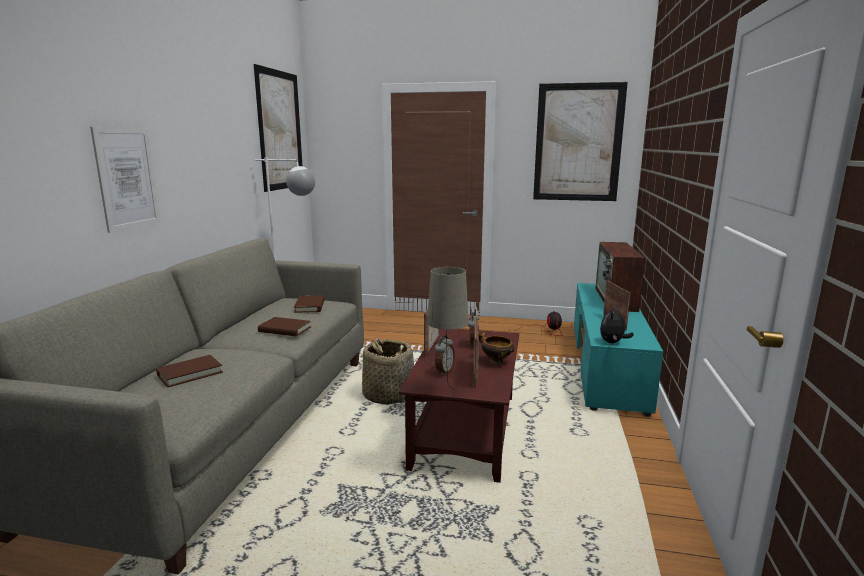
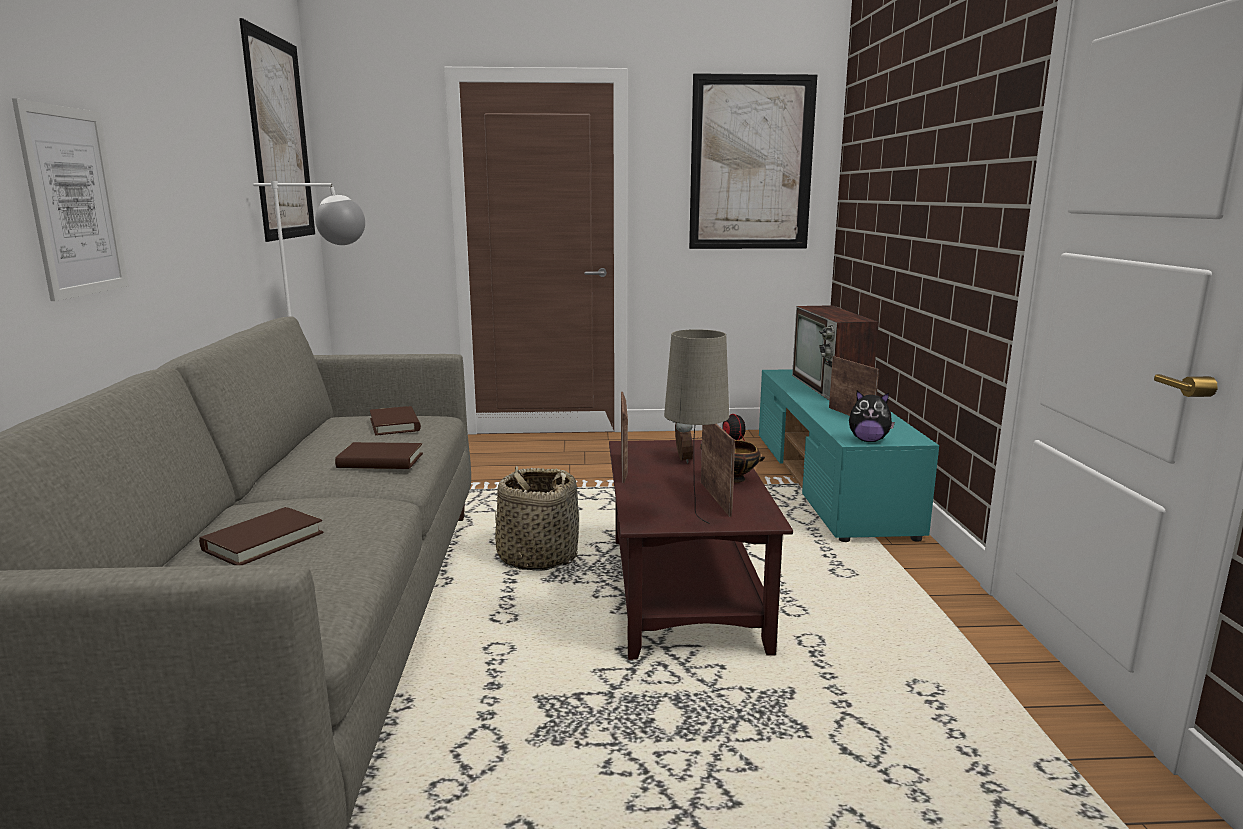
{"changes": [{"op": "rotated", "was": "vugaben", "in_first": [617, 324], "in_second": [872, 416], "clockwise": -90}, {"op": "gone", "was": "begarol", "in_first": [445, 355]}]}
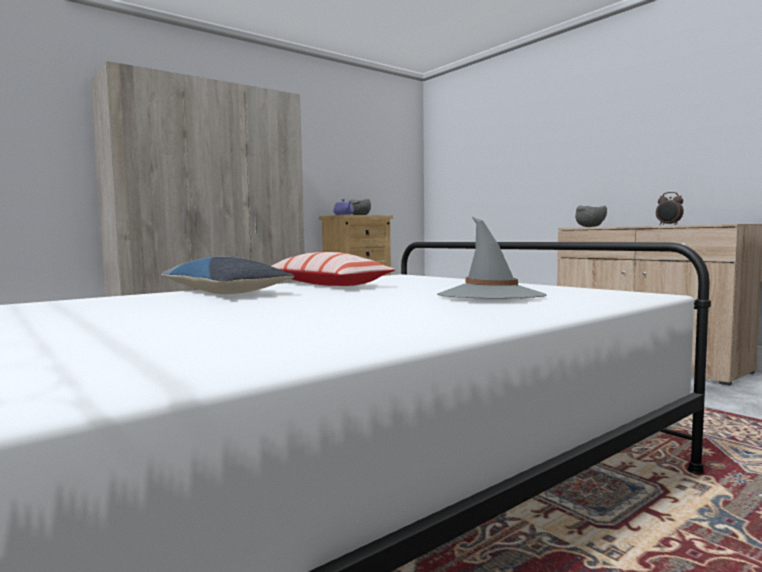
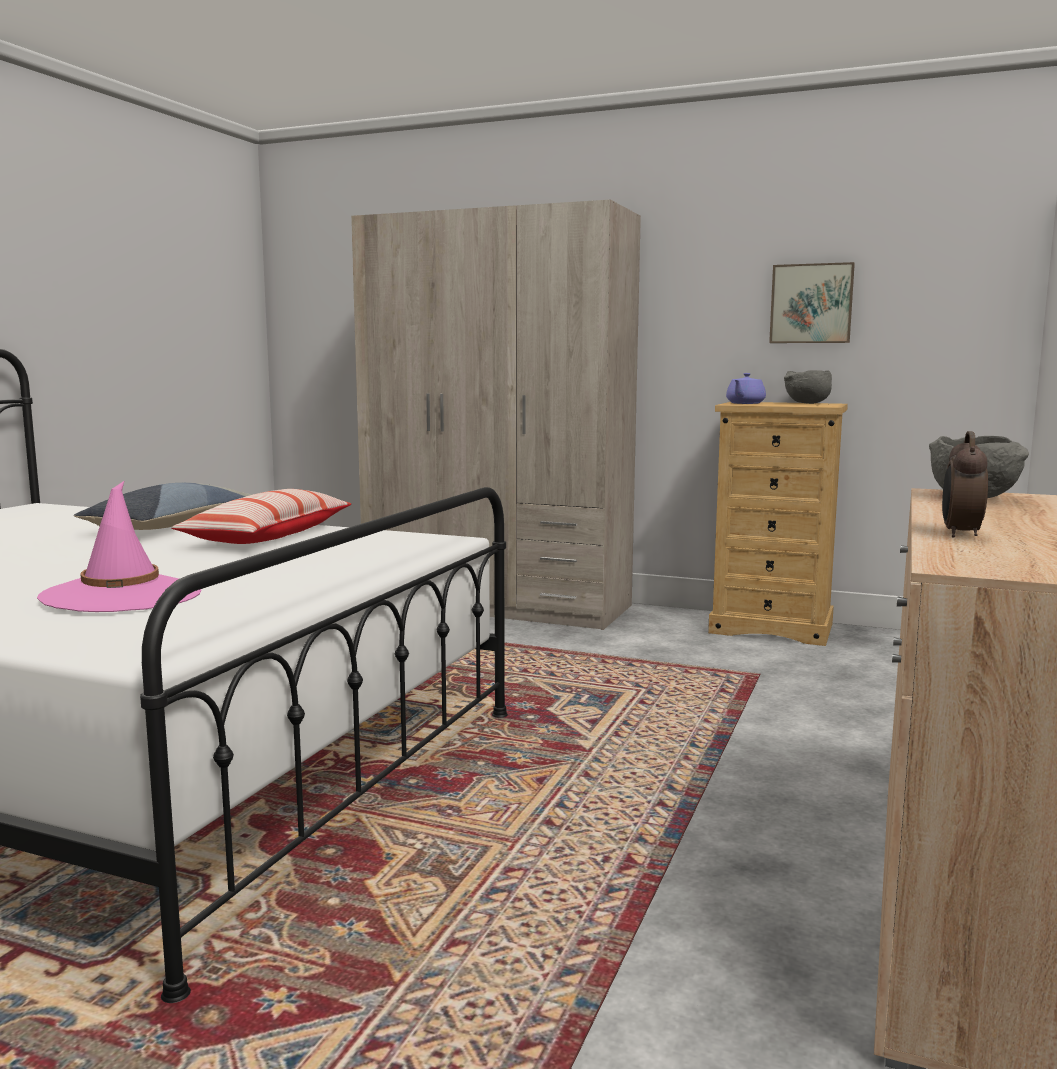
{"changes": [{"op": "repainted", "was": "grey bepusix", "now": "pink bepusix", "in_first": [492, 258], "in_second": [119, 546]}, {"op": "new", "now": "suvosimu", "in_second": [812, 302]}]}
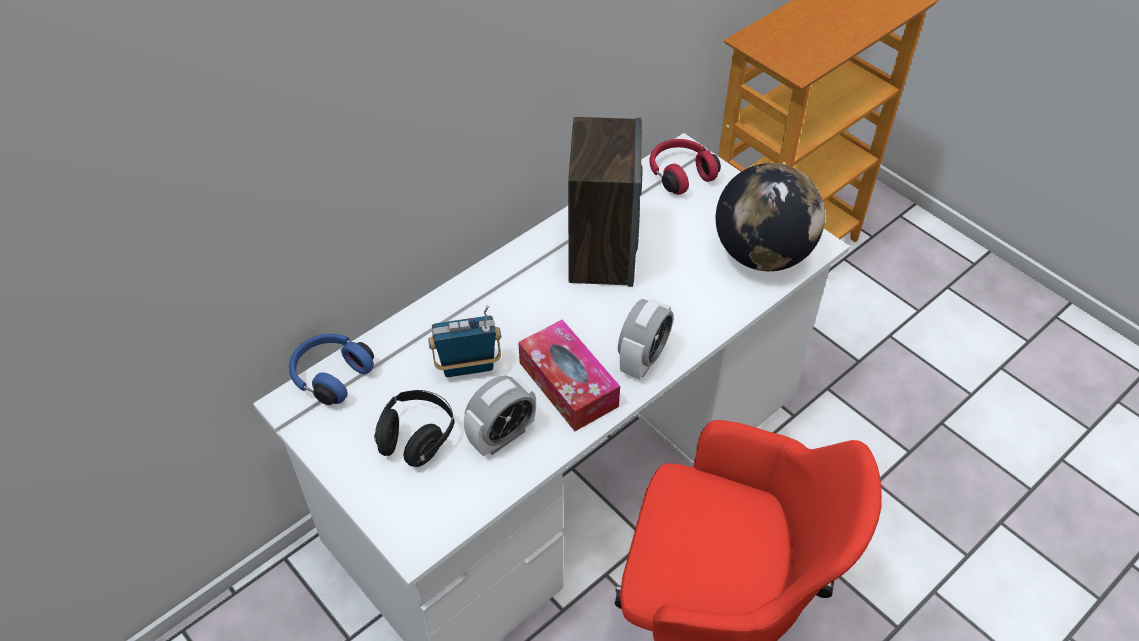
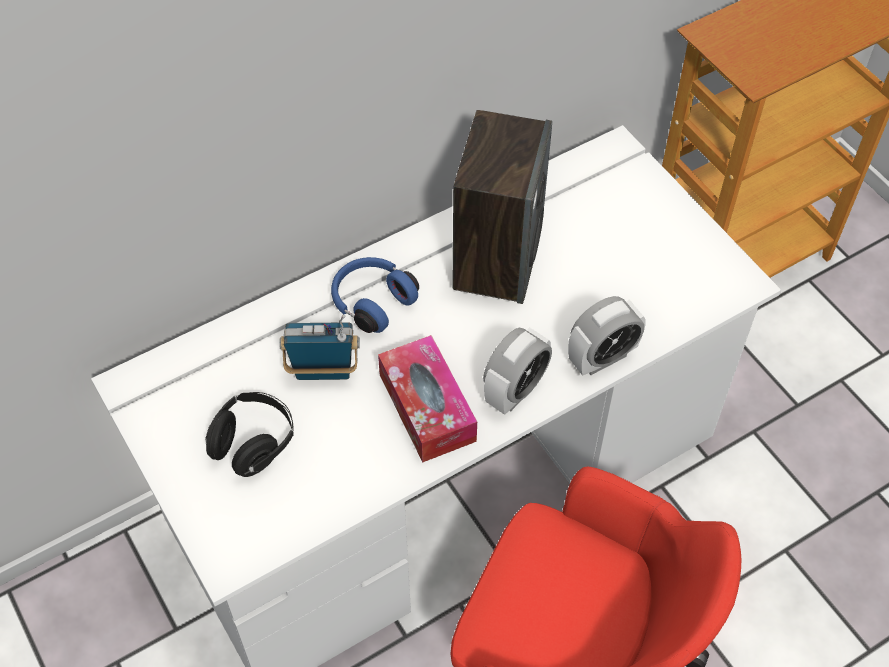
{"changes": [{"op": "gone", "was": "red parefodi", "in_first": [685, 167]}, {"op": "gone", "was": "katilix", "in_first": [770, 217]}, {"op": "shifted", "was": "blue parefodi", "in_first": [331, 369], "in_second": [375, 295]}, {"op": "shifted", "was": "begarol", "in_first": [500, 416], "in_second": [607, 336]}]}
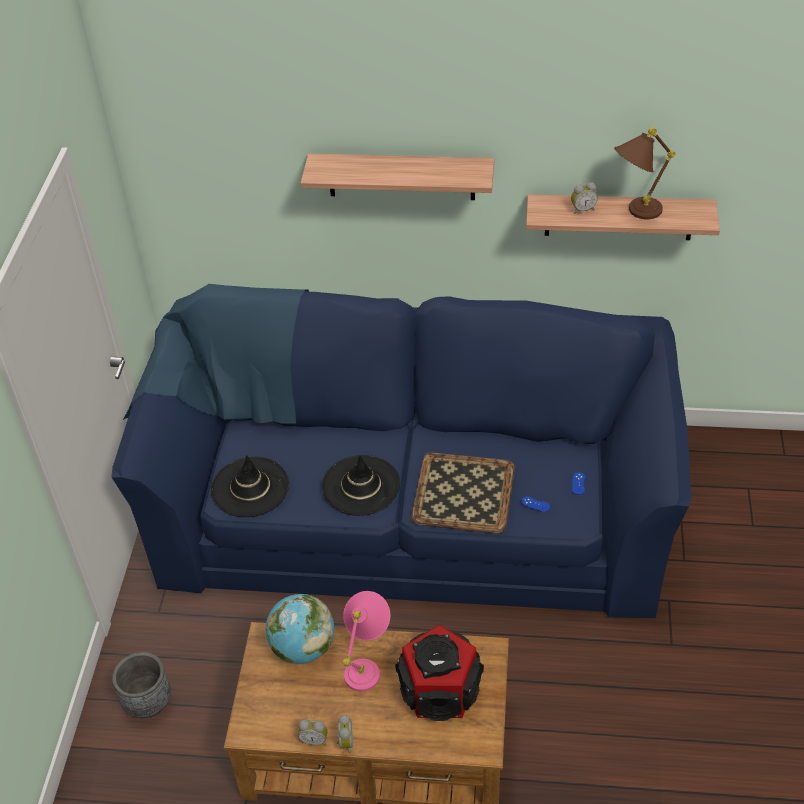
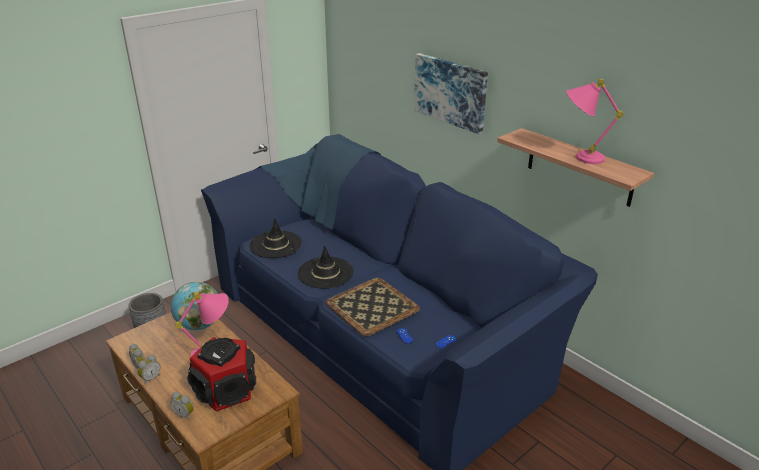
{"changes": [{"op": "repainted", "was": "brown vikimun", "now": "pink vikimun", "in_first": [644, 173], "in_second": [594, 121]}, {"op": "swapped", "was": "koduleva", "now": "suvosimu", "in_first": [397, 177], "in_second": [451, 93]}, {"op": "shifted", "was": "begarol", "in_first": [584, 198], "in_second": [182, 406]}]}
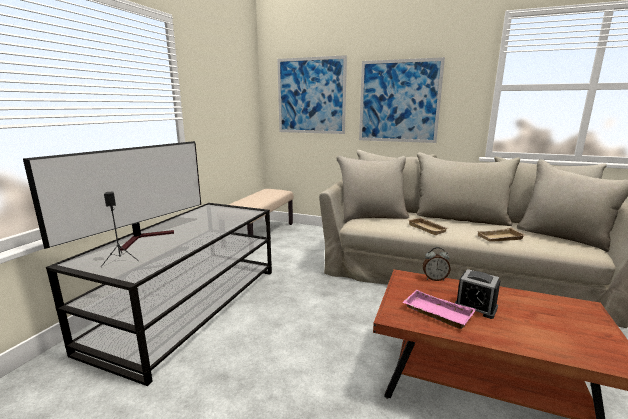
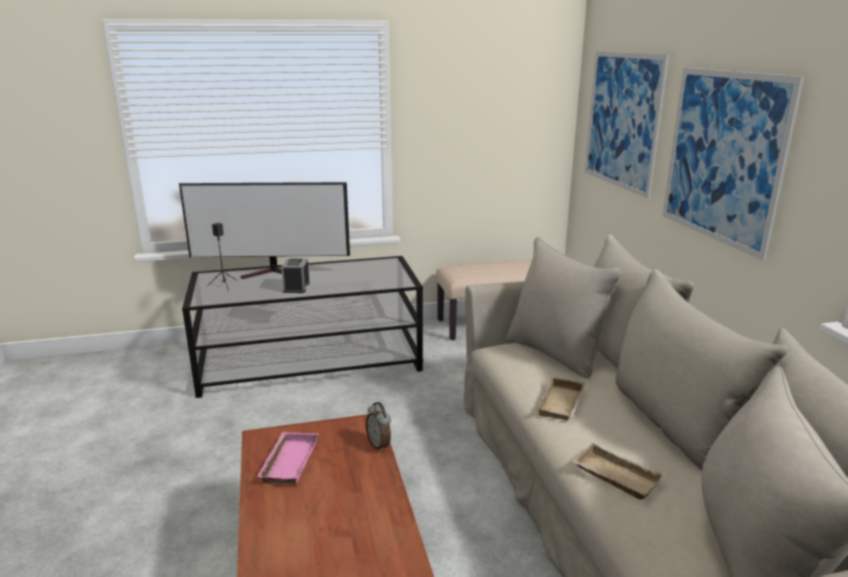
{"changes": [{"op": "shifted", "was": "begarol", "in_first": [478, 294], "in_second": [295, 275]}]}
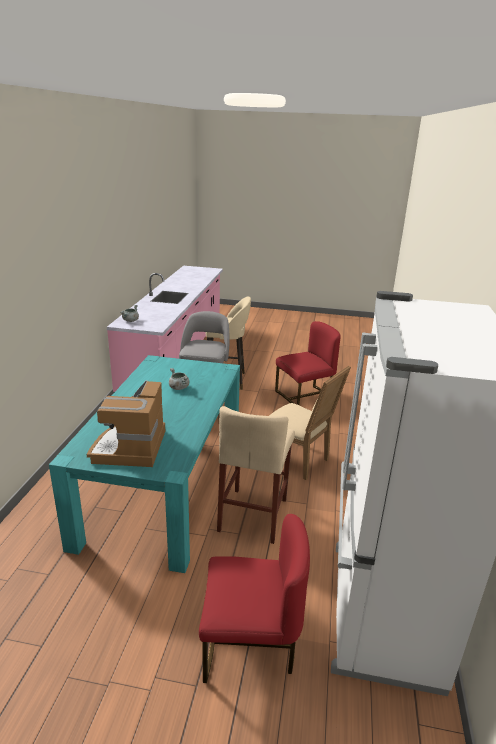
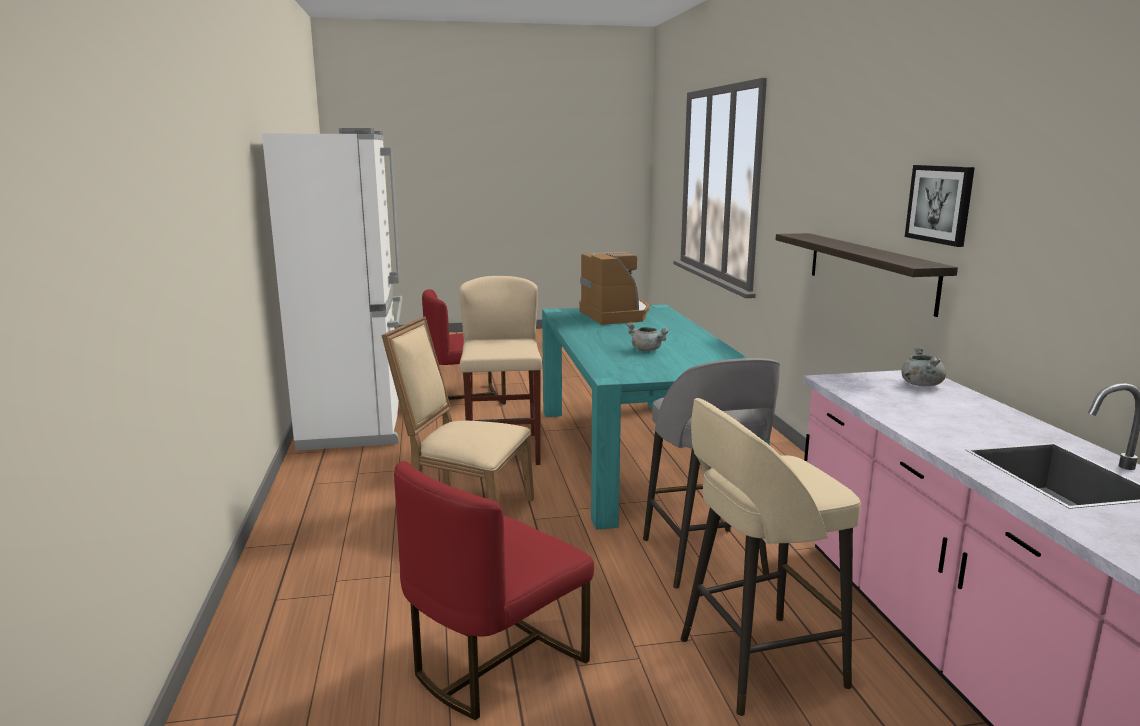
{"changes": [{"op": "new", "now": "suvosimu", "in_second": [940, 206]}, {"op": "new", "now": "koduleva", "in_second": [867, 275]}]}
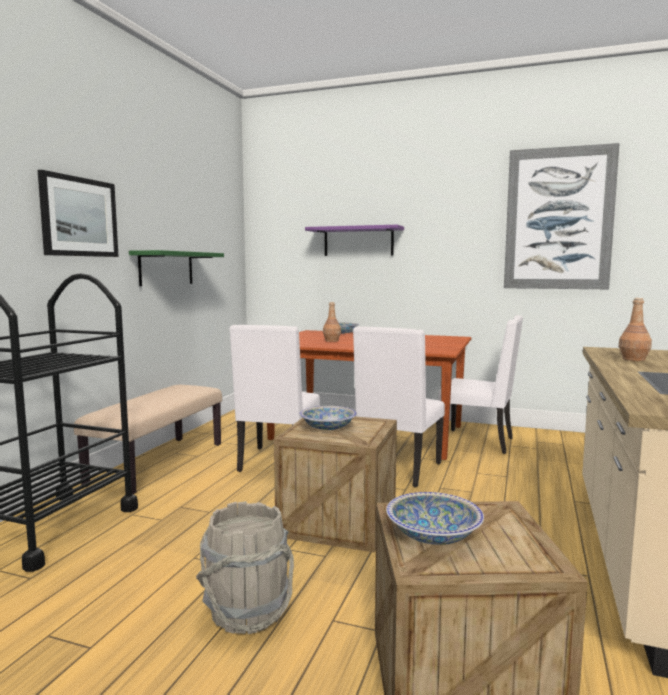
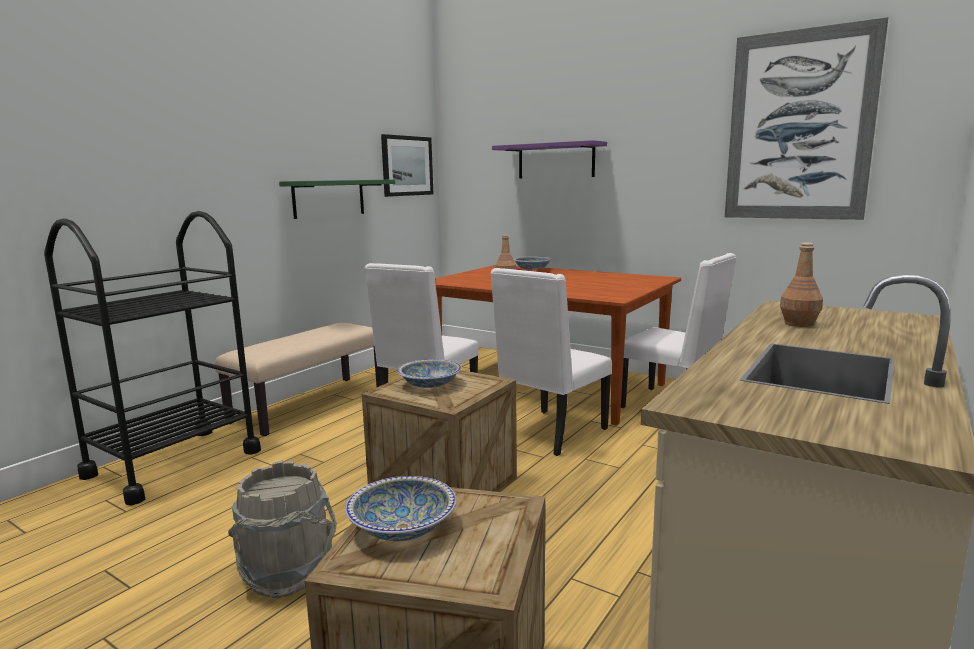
{"changes": [{"op": "shifted", "was": "suvosimu", "in_first": [78, 213], "in_second": [407, 165]}]}
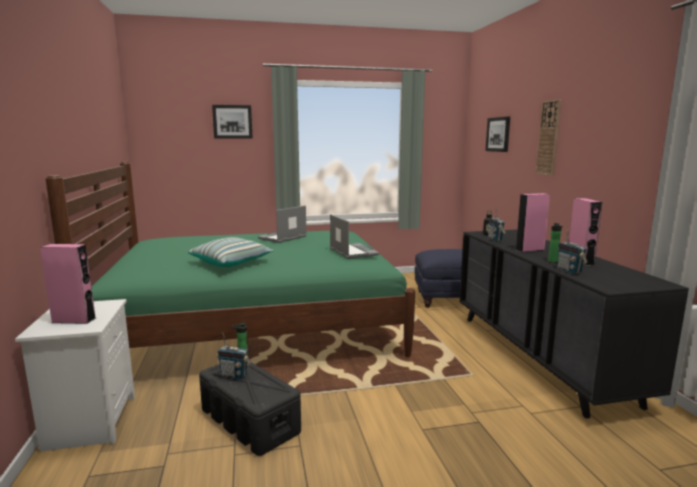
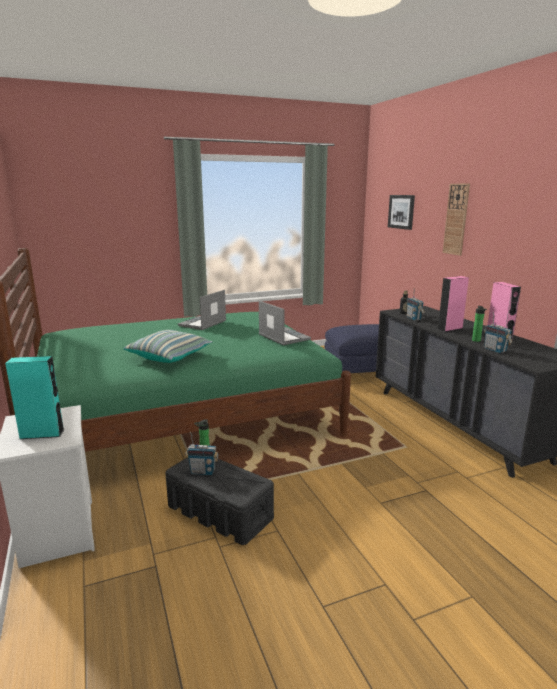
{"changes": [{"op": "gone", "was": "suvosimu", "in_first": [232, 122]}, {"op": "repainted", "was": "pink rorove", "now": "turquoise rorove", "in_first": [68, 284], "in_second": [35, 397]}]}
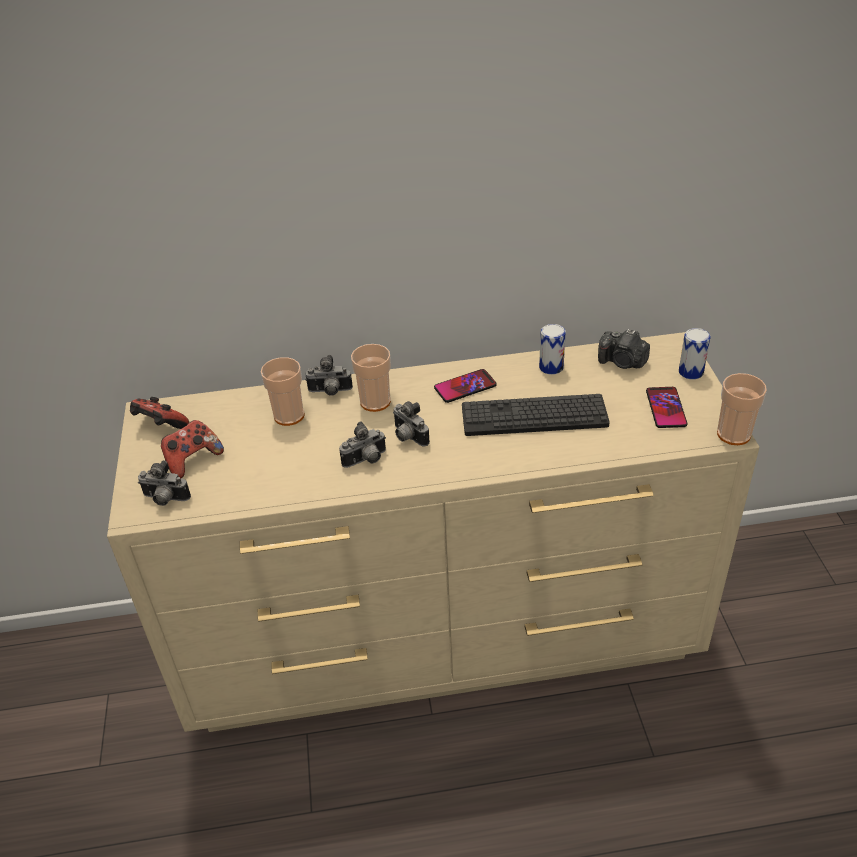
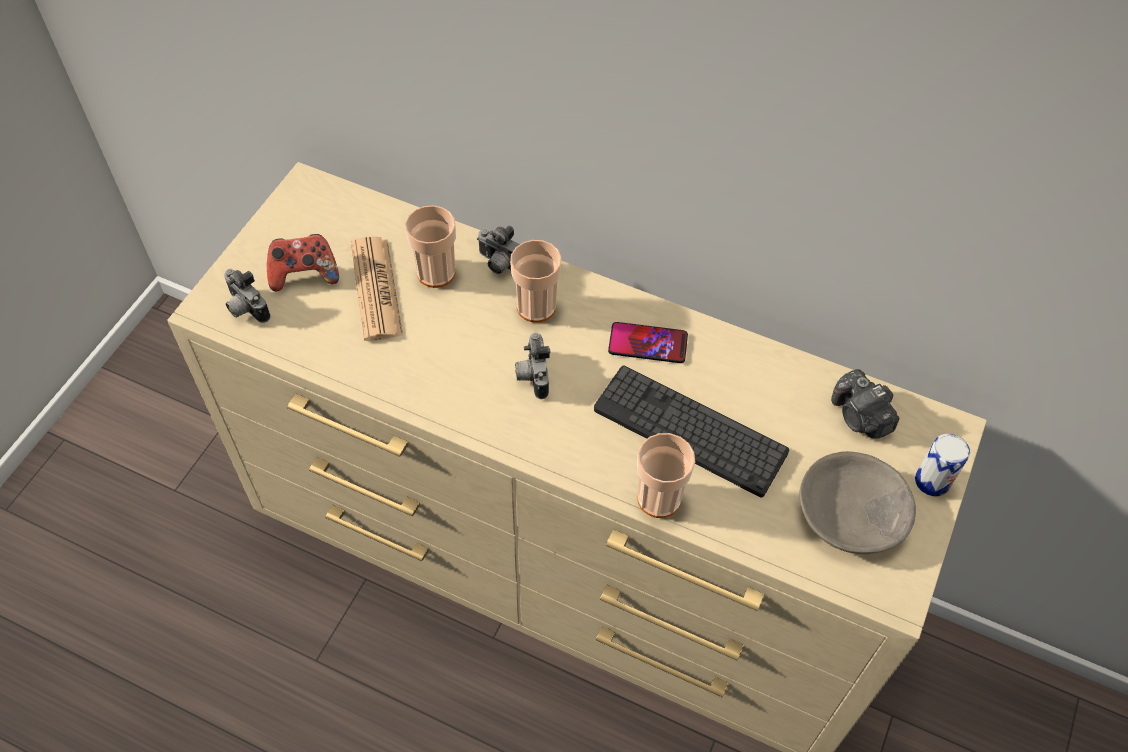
{"changes": [{"op": "gone", "was": "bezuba", "in_first": [552, 349]}, {"op": "shifted", "was": "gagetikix", "in_first": [742, 409], "in_second": [666, 475]}, {"op": "swapped", "was": "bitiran", "now": "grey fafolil", "in_first": [667, 407], "in_second": [857, 502]}, {"op": "gone", "was": "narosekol", "in_first": [159, 413]}, {"op": "gone", "was": "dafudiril", "in_first": [362, 444]}, {"op": "new", "now": "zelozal", "in_second": [377, 288]}]}
